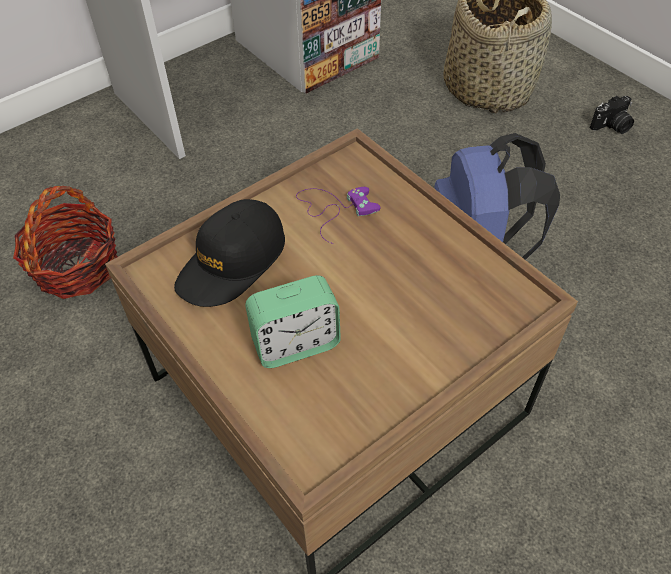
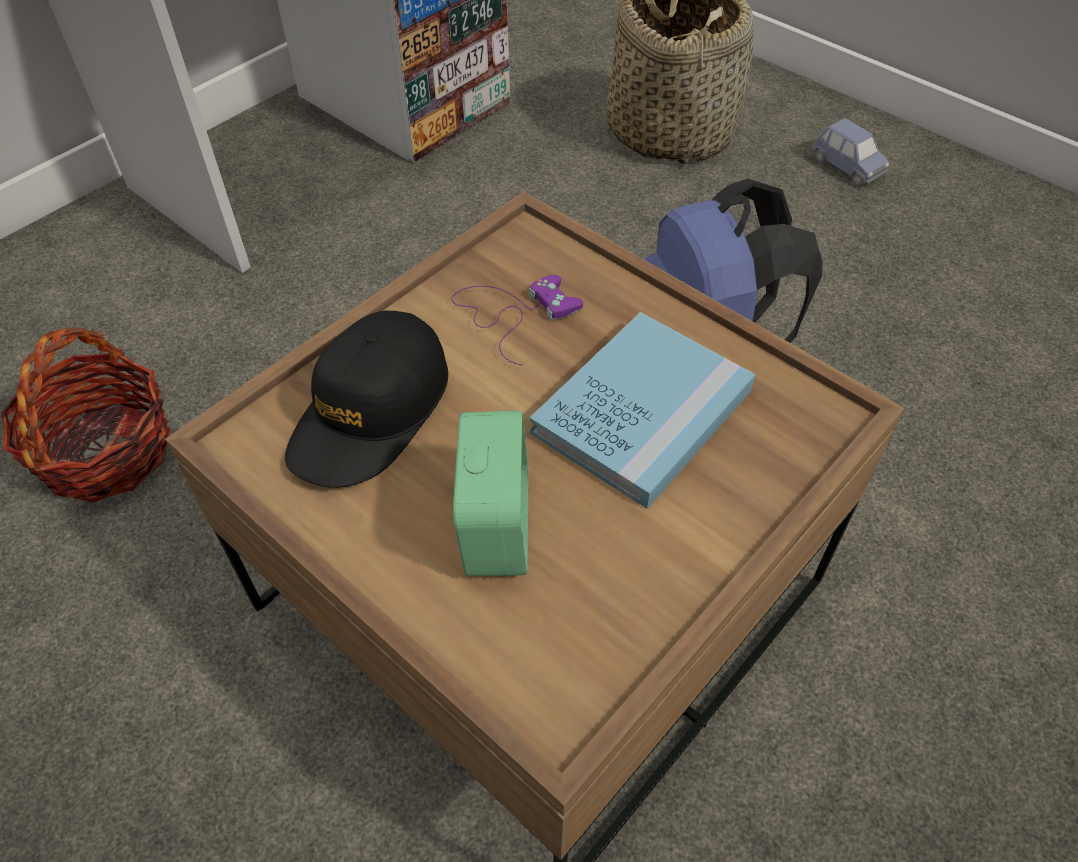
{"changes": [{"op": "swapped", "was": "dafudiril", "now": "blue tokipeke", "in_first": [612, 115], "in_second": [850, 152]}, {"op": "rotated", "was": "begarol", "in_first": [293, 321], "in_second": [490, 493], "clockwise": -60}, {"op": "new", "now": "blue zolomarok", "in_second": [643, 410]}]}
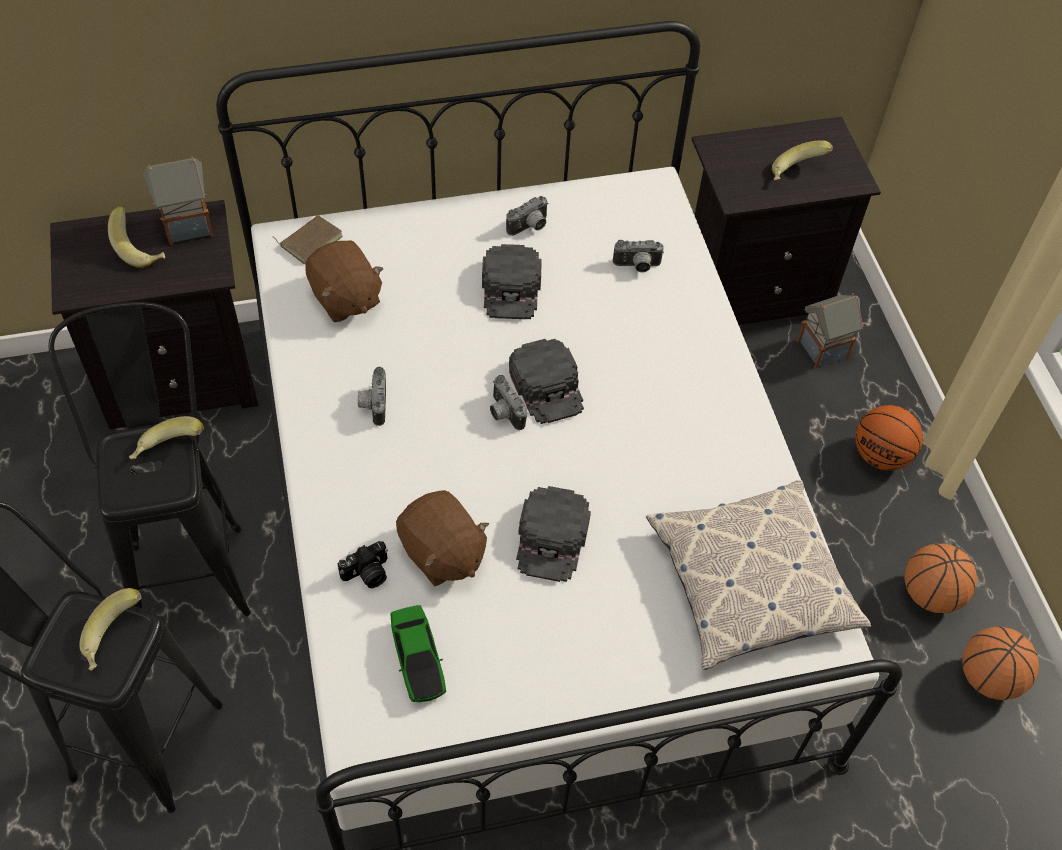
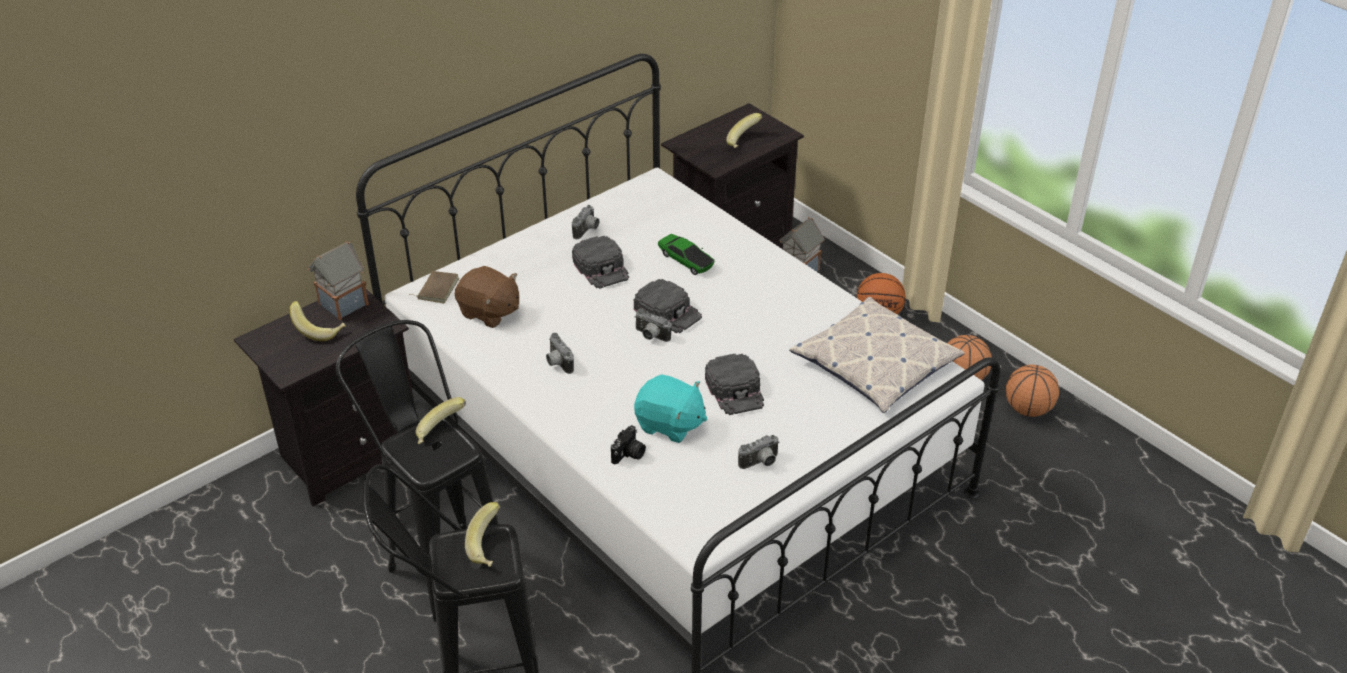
{"changes": [{"op": "shifted", "was": "dafudiril", "in_first": [638, 256], "in_second": [759, 452]}, {"op": "repainted", "was": "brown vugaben", "now": "turquoise vugaben", "in_first": [442, 538], "in_second": [670, 408]}, {"op": "shifted", "was": "tokipeke", "in_first": [418, 653], "in_second": [686, 254]}]}
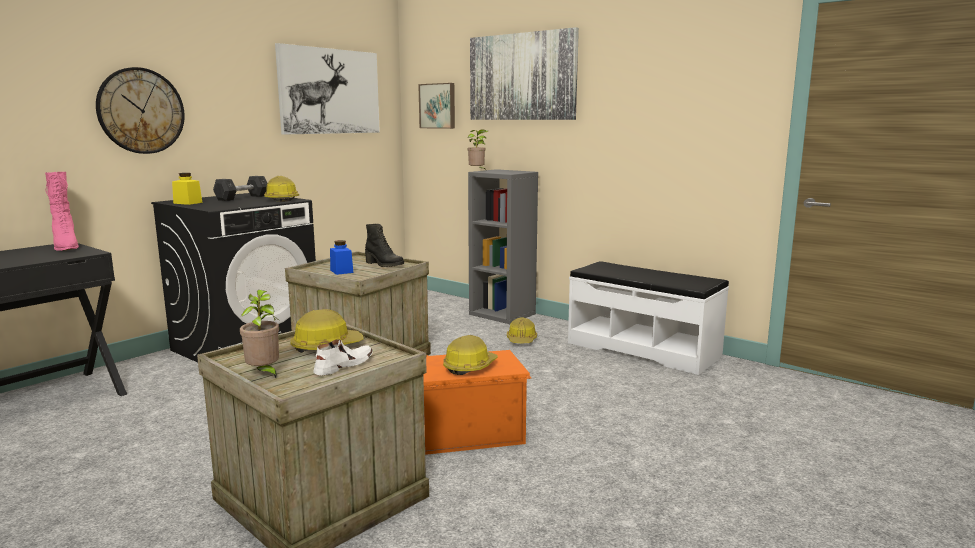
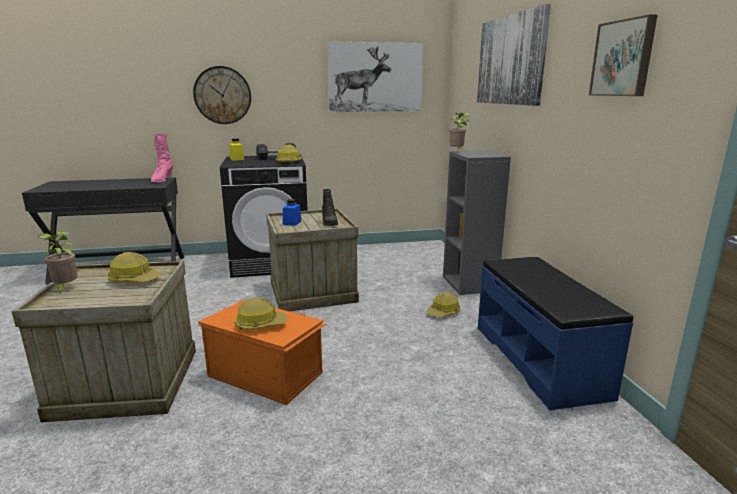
{"changes": [{"op": "shifted", "was": "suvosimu", "in_first": [436, 106], "in_second": [623, 55]}, {"op": "repainted", "was": "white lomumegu", "now": "blue lomumegu", "in_first": [648, 318], "in_second": [555, 333]}, {"op": "gone", "was": "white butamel", "in_first": [343, 357]}]}
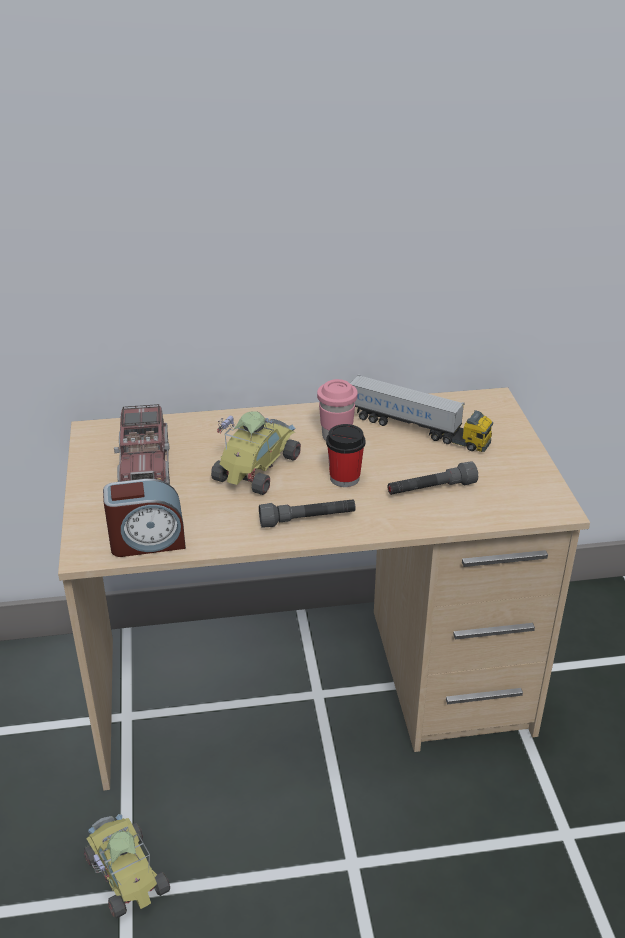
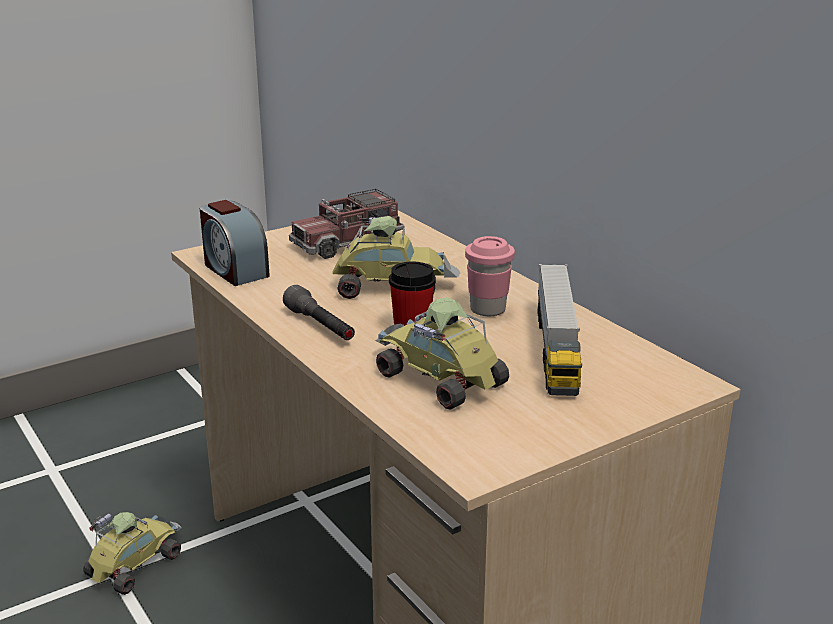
{"changes": [{"op": "swapped", "was": "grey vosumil", "now": "tokipeke", "in_first": [433, 478], "in_second": [442, 353]}]}
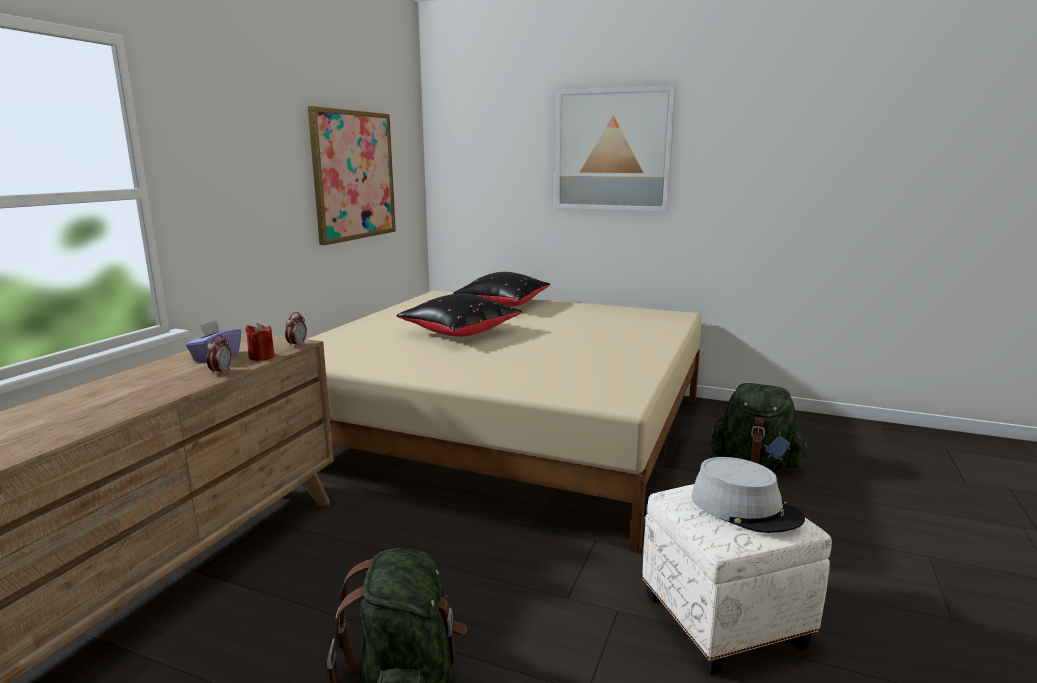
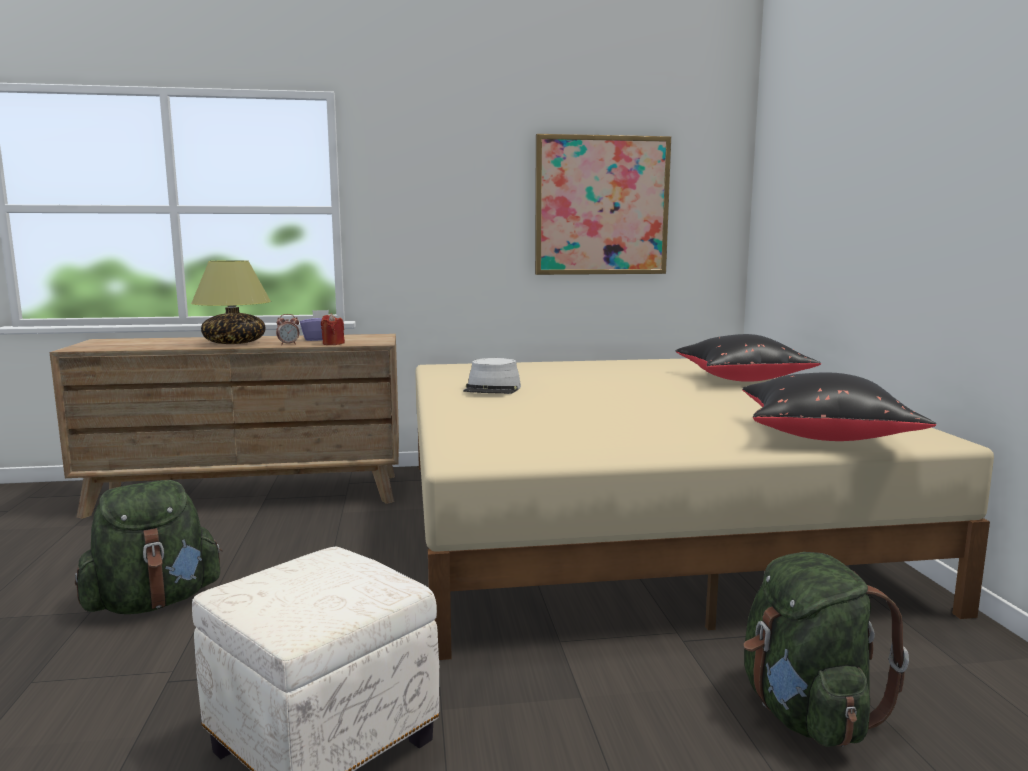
{"changes": [{"op": "gone", "was": "suvosimu", "in_first": [615, 149]}, {"op": "shifted", "was": "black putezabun", "in_first": [459, 314], "in_second": [839, 407]}, {"op": "gone", "was": "begarol", "in_first": [296, 329]}, {"op": "shifted", "was": "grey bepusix", "in_first": [748, 495], "in_second": [492, 376]}, {"op": "new", "now": "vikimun", "in_second": [231, 302]}]}
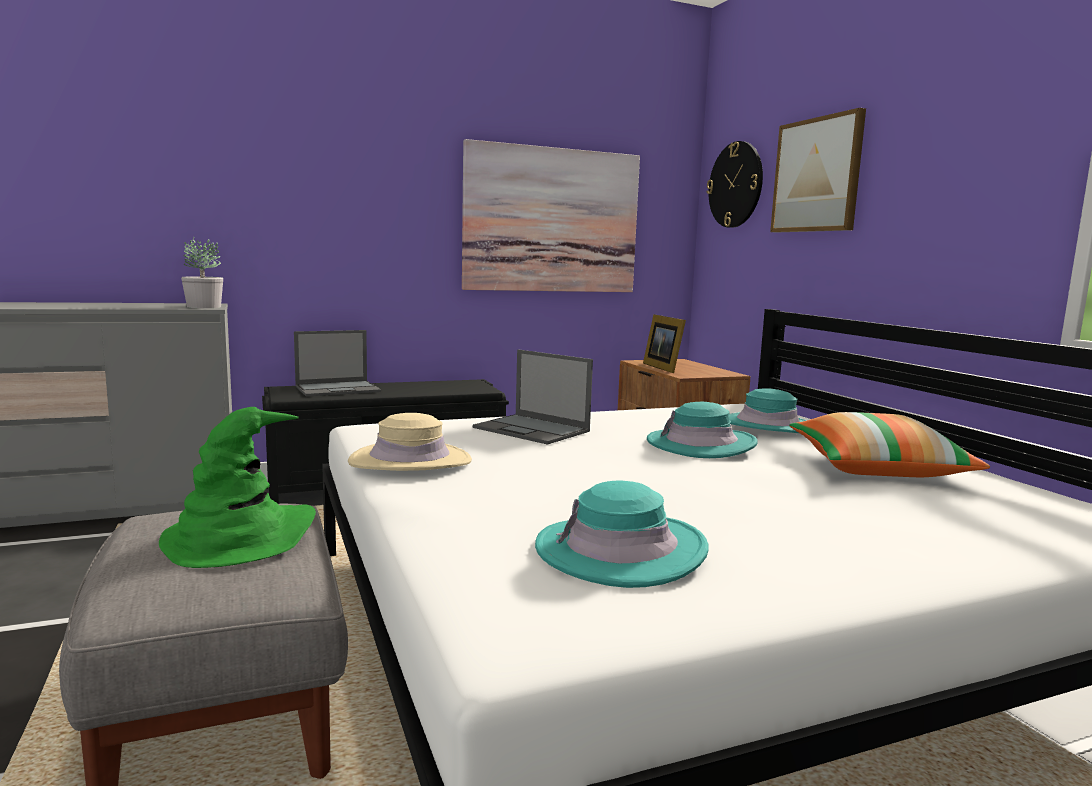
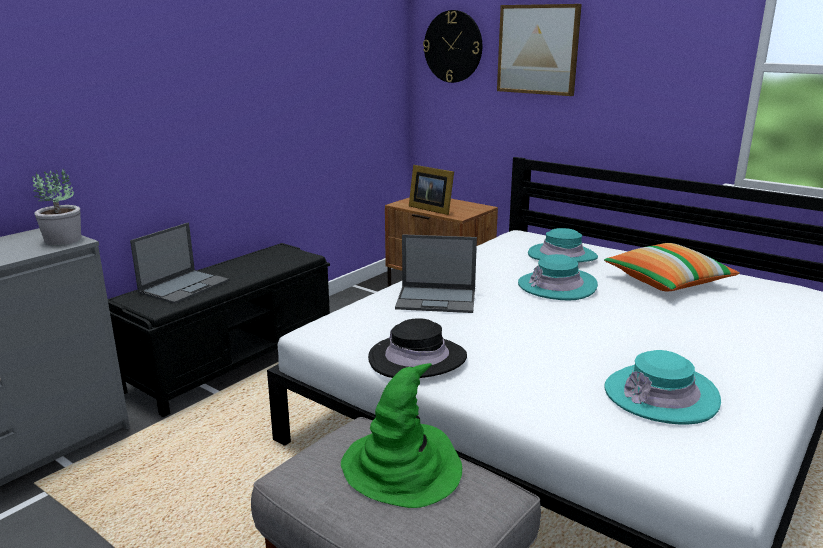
{"changes": [{"op": "gone", "was": "suvosimu", "in_first": [551, 215]}, {"op": "repainted", "was": "beige bepusix", "now": "black bepusix", "in_first": [410, 442], "in_second": [417, 348]}]}
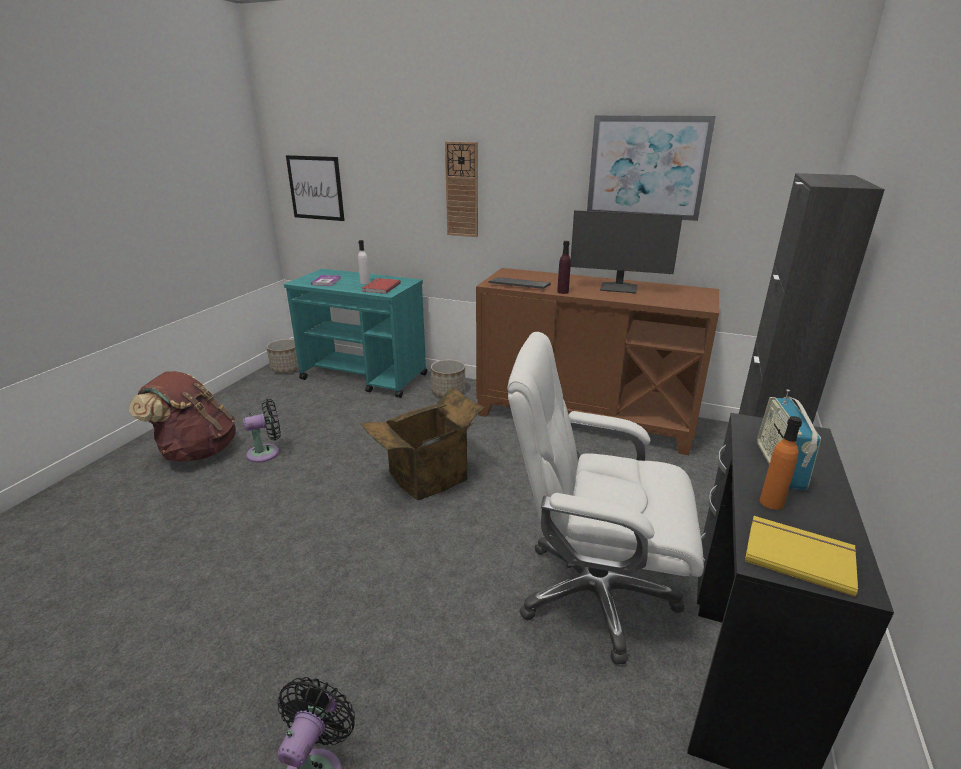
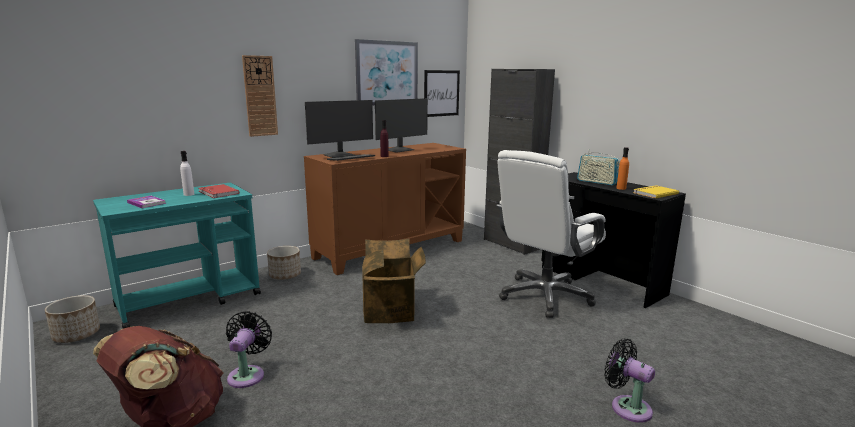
{"changes": [{"op": "shifted", "was": "suvosimu", "in_first": [315, 188], "in_second": [442, 93]}, {"op": "new", "now": "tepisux", "in_second": [339, 129]}]}
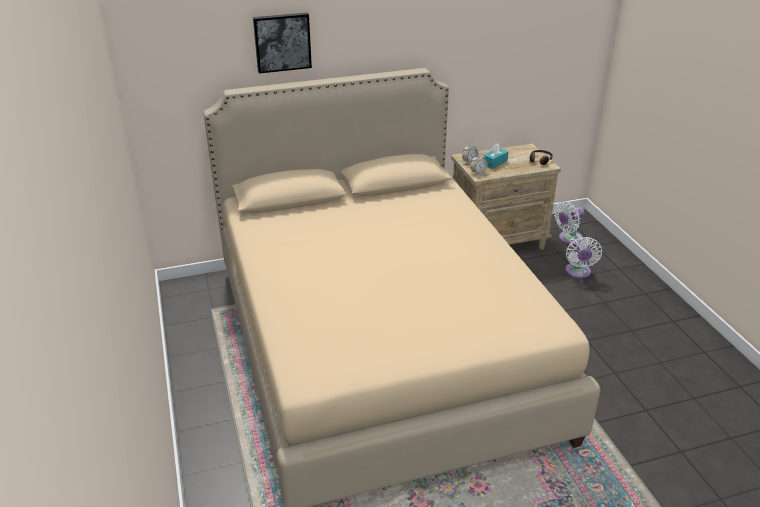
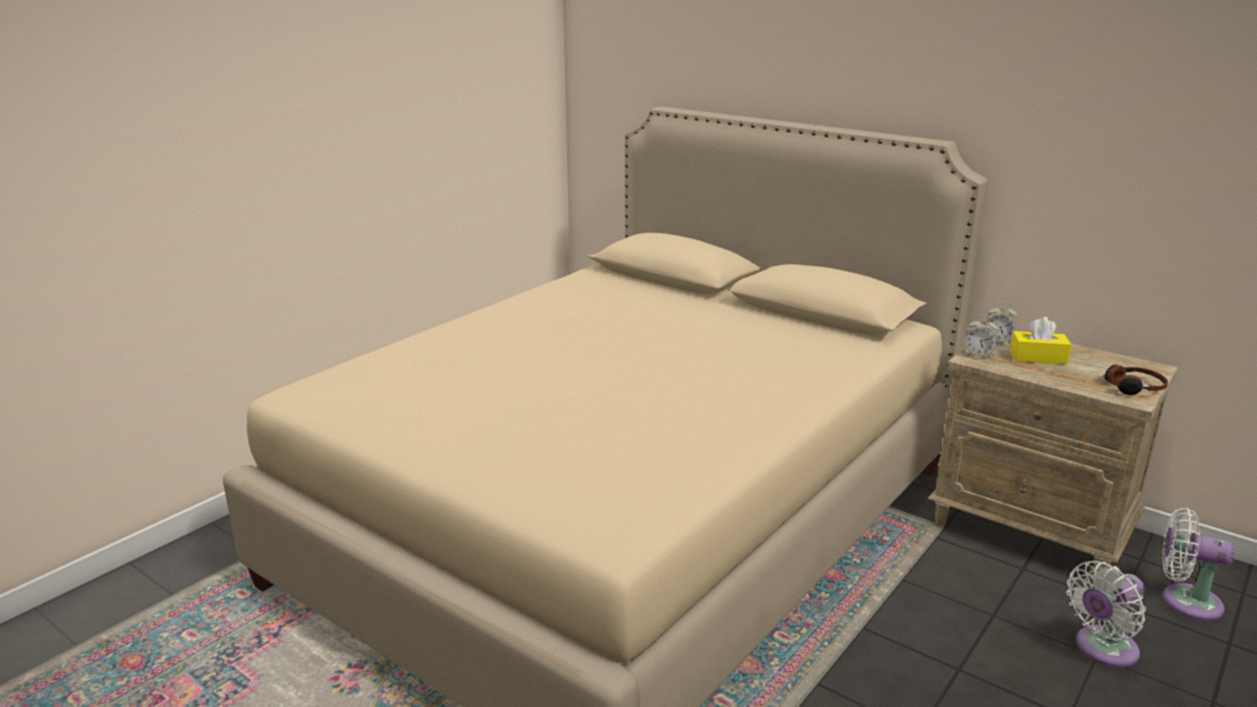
{"changes": [{"op": "gone", "was": "suvosimu", "in_first": [282, 43]}, {"op": "repainted", "was": "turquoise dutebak", "now": "yellow dutebak", "in_first": [496, 156], "in_second": [1040, 340]}]}
